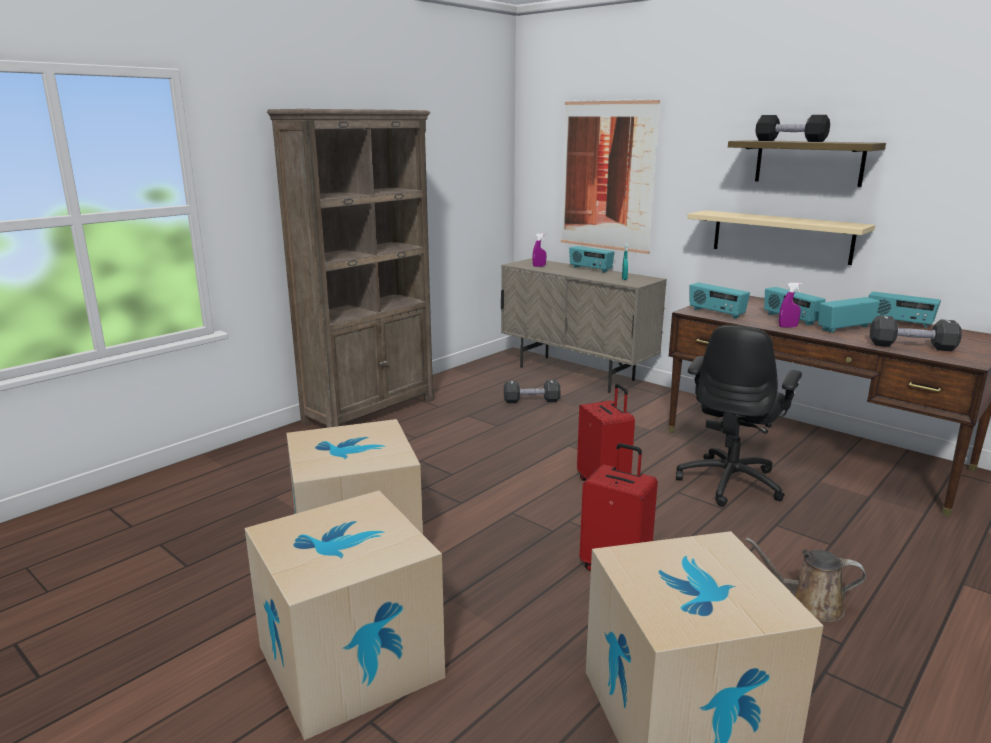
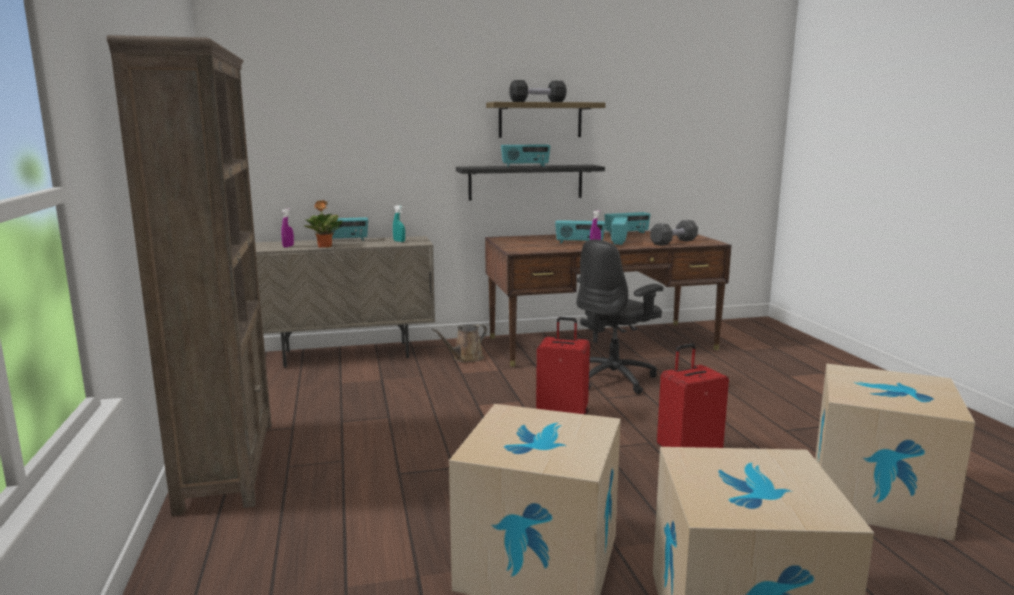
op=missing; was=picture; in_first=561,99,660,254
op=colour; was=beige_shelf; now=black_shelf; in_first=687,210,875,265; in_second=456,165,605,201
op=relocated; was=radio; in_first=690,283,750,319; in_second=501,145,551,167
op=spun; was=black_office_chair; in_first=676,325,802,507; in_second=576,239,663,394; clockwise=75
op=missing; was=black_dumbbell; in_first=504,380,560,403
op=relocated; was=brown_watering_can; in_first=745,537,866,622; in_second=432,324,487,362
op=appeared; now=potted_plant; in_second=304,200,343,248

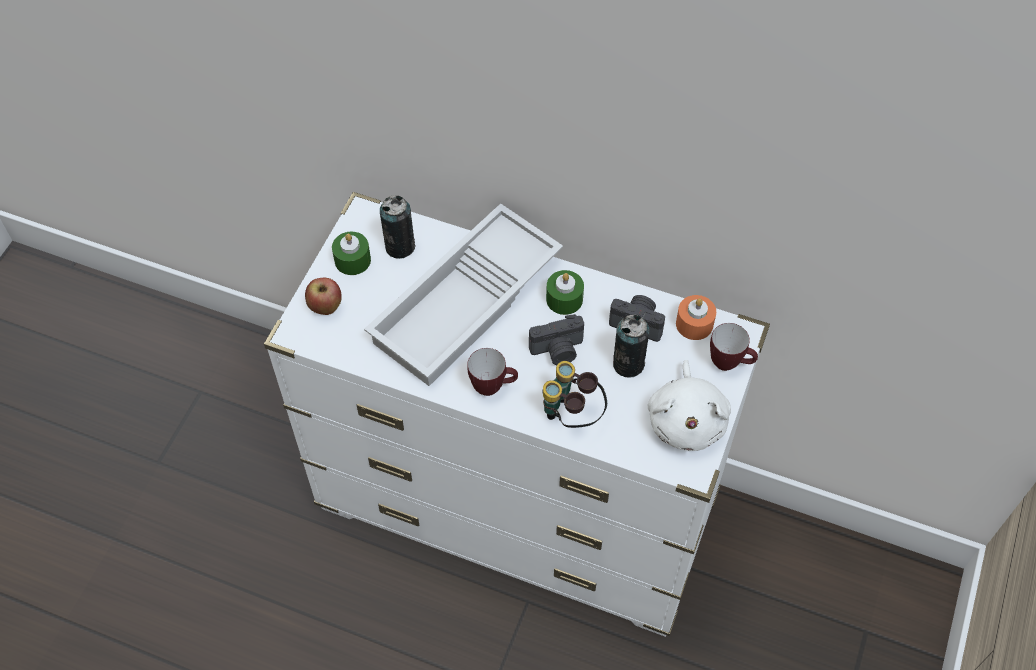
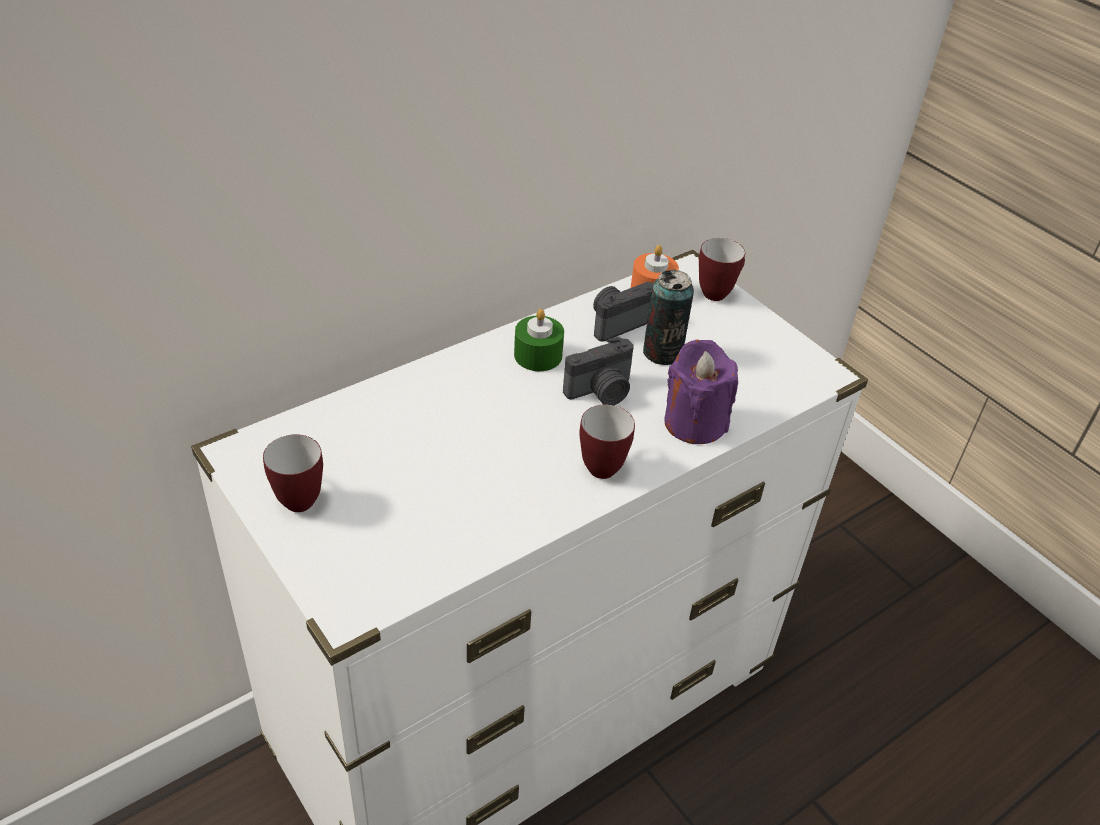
op=missing; was=can; in_first=380,195,415,259
op=missing; was=white_tray; in_first=364,203,563,386
op=exchanged; was=green_candle; now=mug; in_first=332,232,371,275; in_second=263,434,323,512
op=missing; was=apple; in_first=305,278,342,315
op=spun; was=photo_camera; in_first=529,314,584,365; in_second=563,337,634,405; clockwise=45
op=missing; was=white_plush_toy; in_first=648,360,731,451
op=exchanged; was=binoculars; now=purple_candle; in_first=543,361,607,428; in_second=664,340,738,444

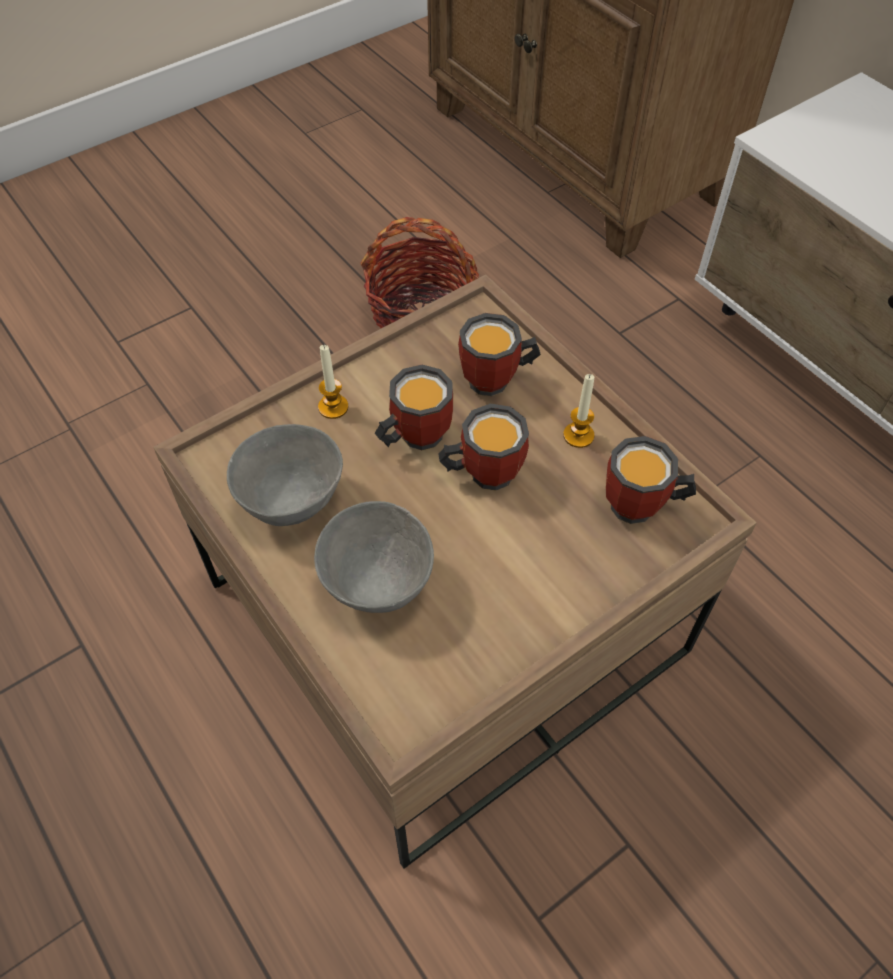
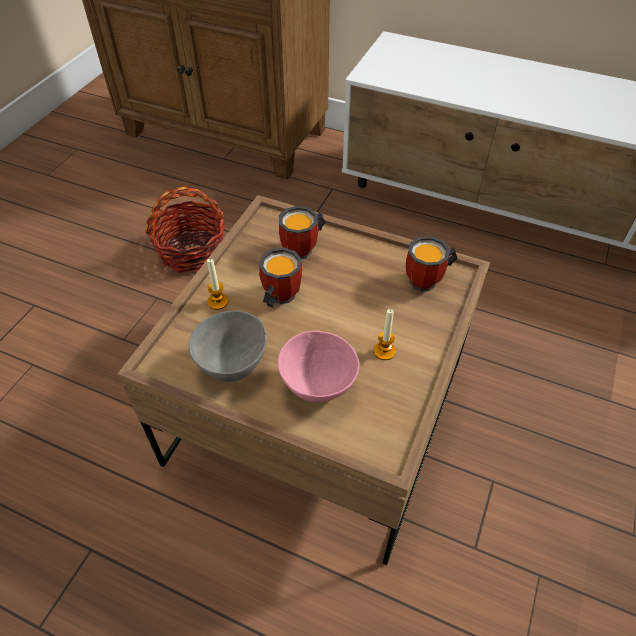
op=relocated; was=candle; in_first=563,374,594,448; in_second=374,309,396,360
op=missing; was=mug; in_first=438,404,529,491
op=colour; was=grey_bowl; now=pink_bowl; in_first=314,501,434,613; in_second=278,331,359,402

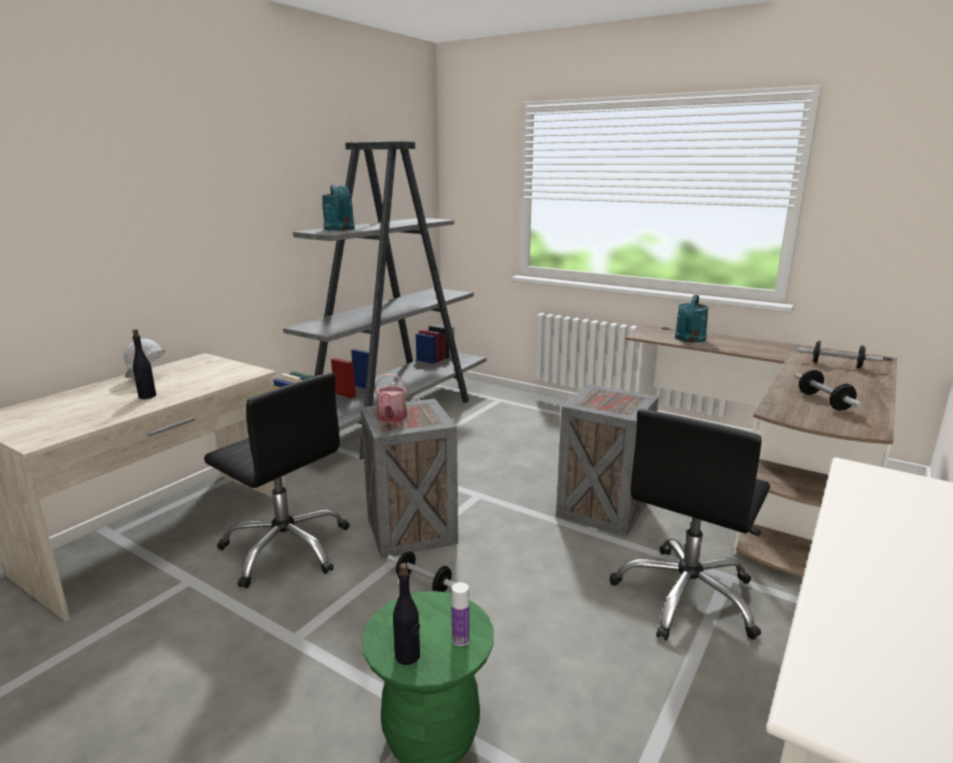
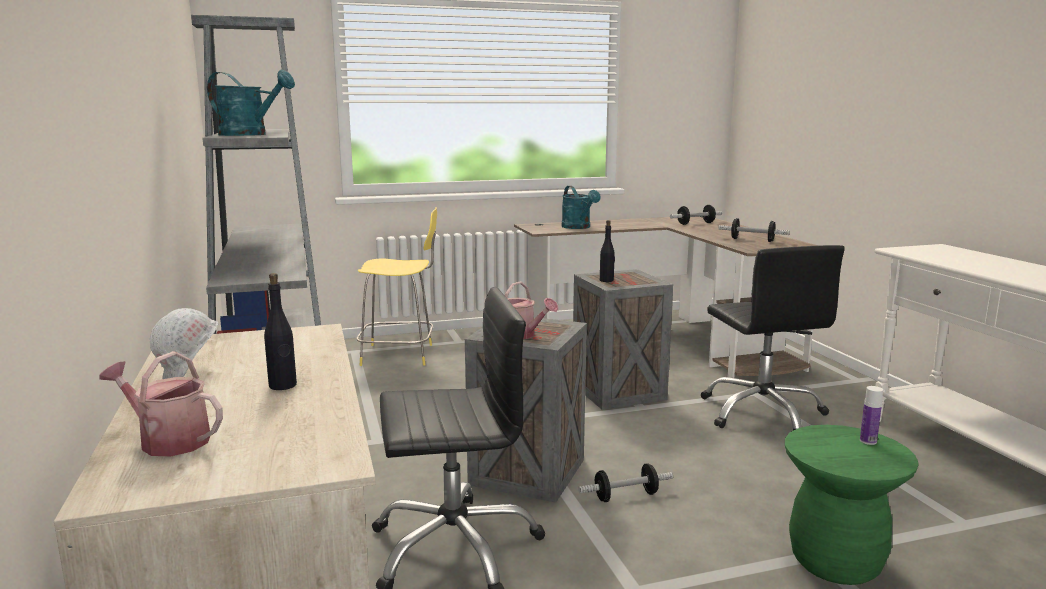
op=relocated; was=black_bottle; in_first=393,563,420,665; in_second=600,220,615,282
op=appeared; now=yellow_stool; in_second=356,207,437,366
op=appeared; now=watering_can; in_second=99,351,223,456

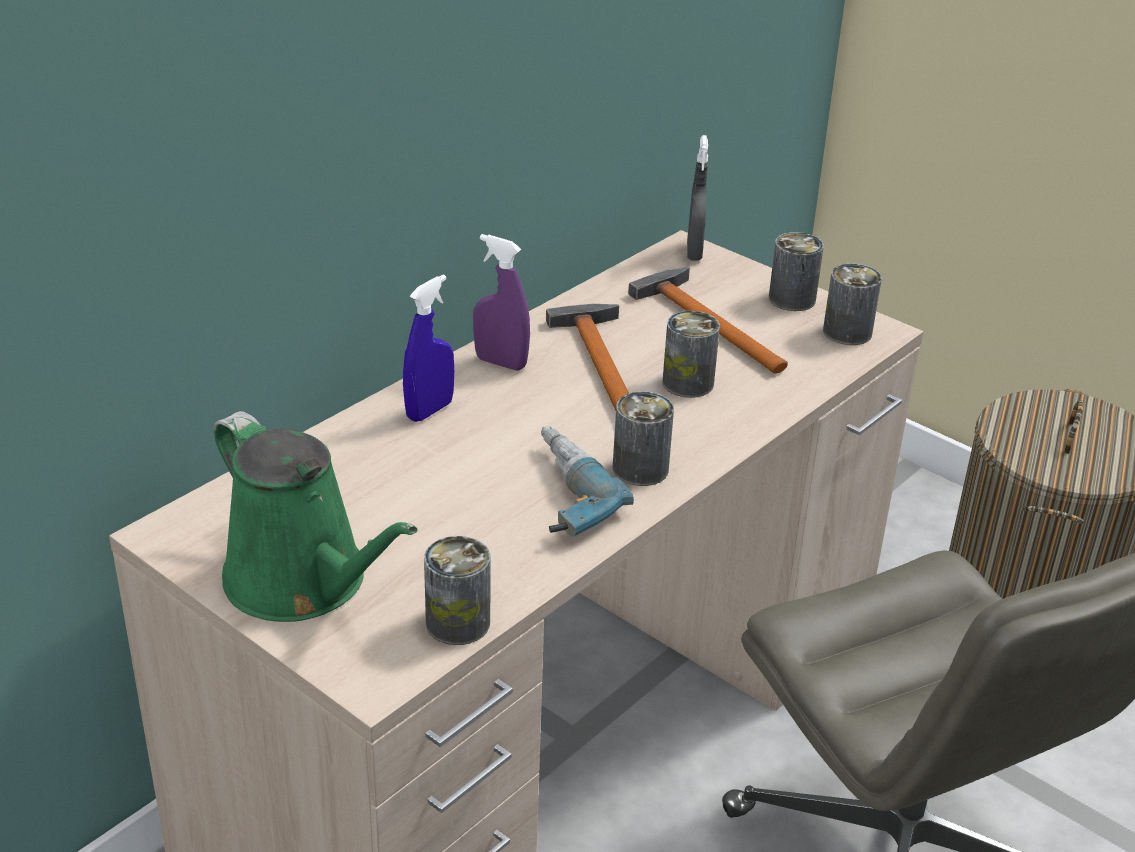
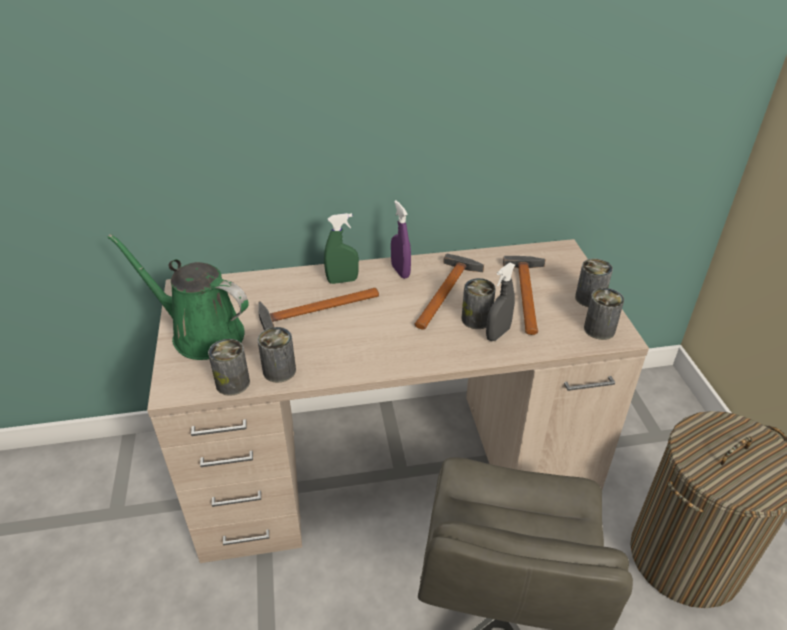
op=relocated; was=grey_spray_bottle; in_first=687,135,708,261; in_second=486,263,515,341
op=colour; was=blue_spray_bottle; now=green_spray_bottle; in_first=403,274,454,422; in_second=324,213,359,284
op=relocated; was=can; in_first=613,391,674,486; in_second=258,327,296,383
op=spun; was=green_watering_can; in_first=214,411,417,622; in_second=108,234,249,360; clockwise=120
op=missing; was=power_drill; in_first=541,426,634,537
op=appeared; now=hammer; in_second=258,288,379,330

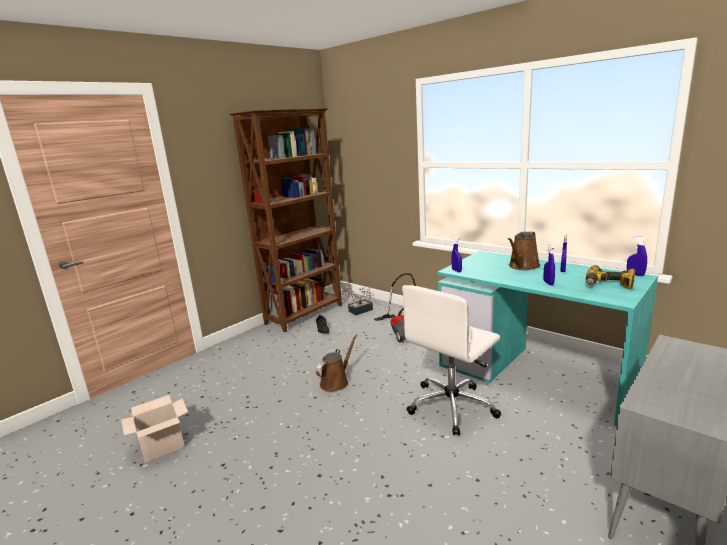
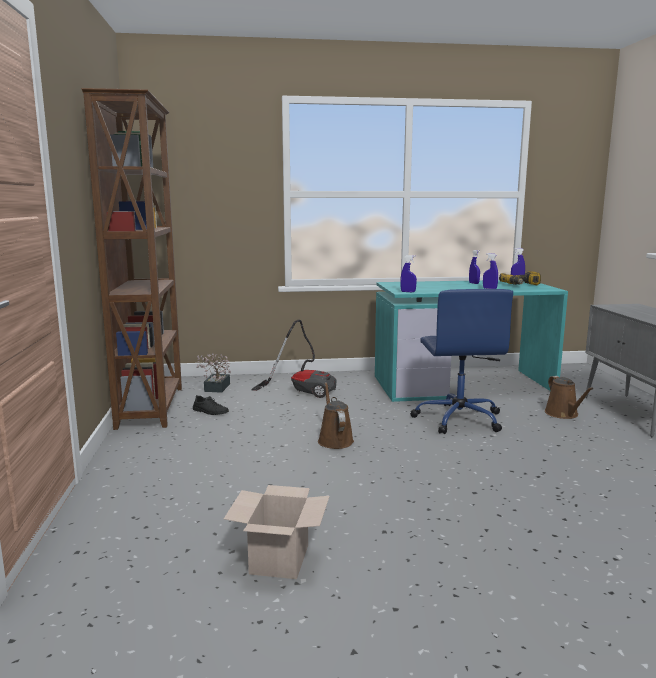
op=relocated; was=brown_watering_can; in_first=508,231,540,270; in_second=545,376,594,419
op=colour; was=white_office_chair; now=blue_office_chair; in_first=402,285,501,436; in_second=410,289,513,434

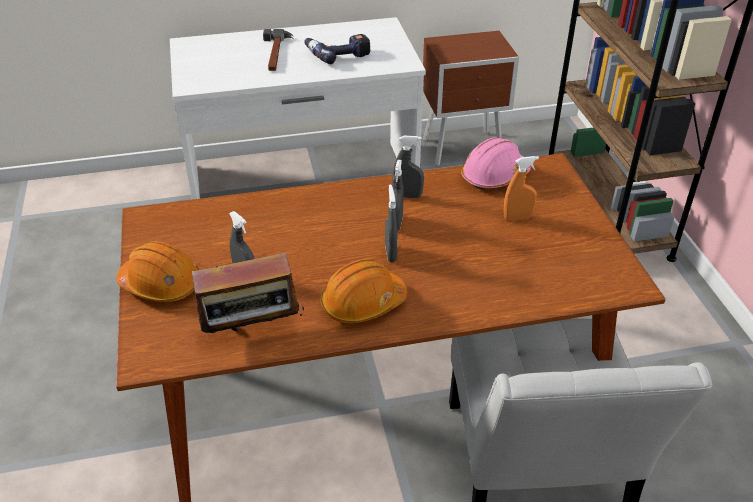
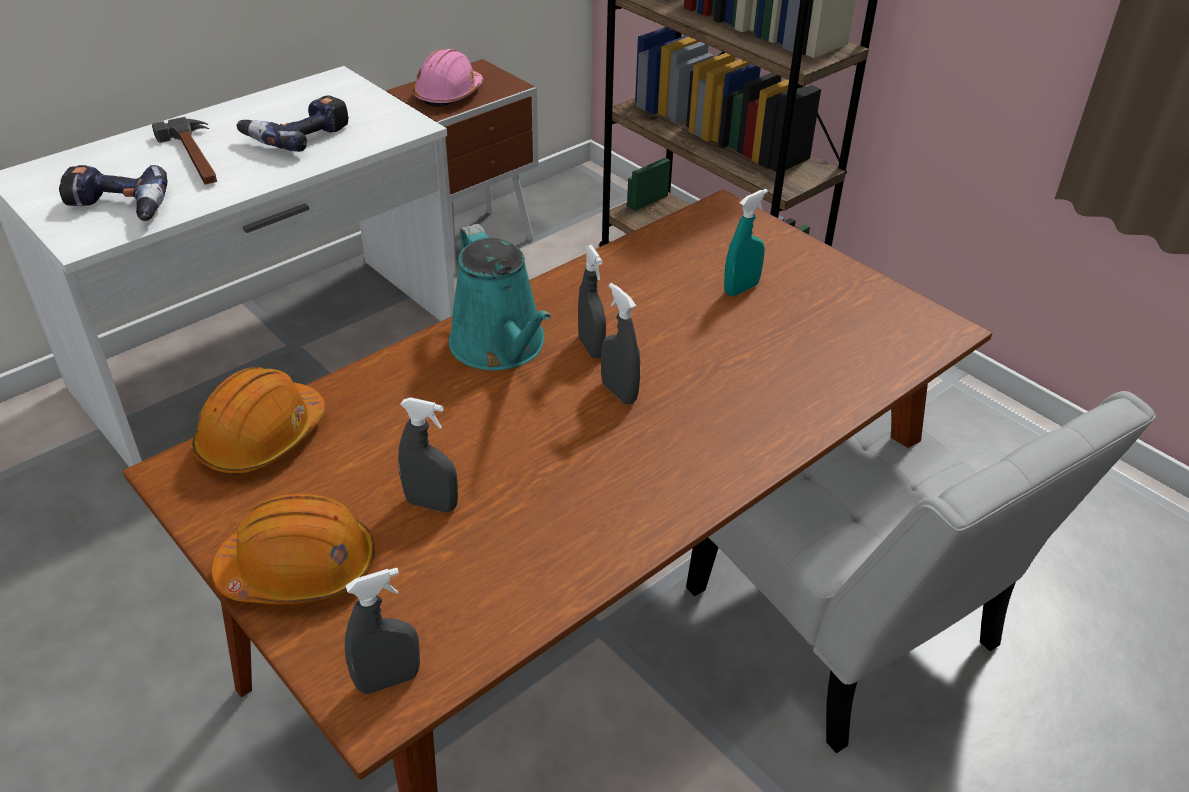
op=relocated; was=grey_spray_bottle; in_first=392,136,424,198; in_second=345,568,420,694
op=relocated; was=pink_hard_hat; in_first=461,137,531,189; in_second=413,49,483,107
op=colour; was=orange_spray_bottle; now=turquoise_spray_bottle; in_first=504,156,539,221; in_second=724,189,768,296
op=missing; was=radio; in_first=184,253,305,341
op=relocated; was=orange_hard_hat; in_first=321,259,407,323; in_second=192,367,326,475
op=appeared; now=power_drill; in_second=59,165,168,221
op=appeared; now=turquoise_watering_can; in_second=449,224,551,370

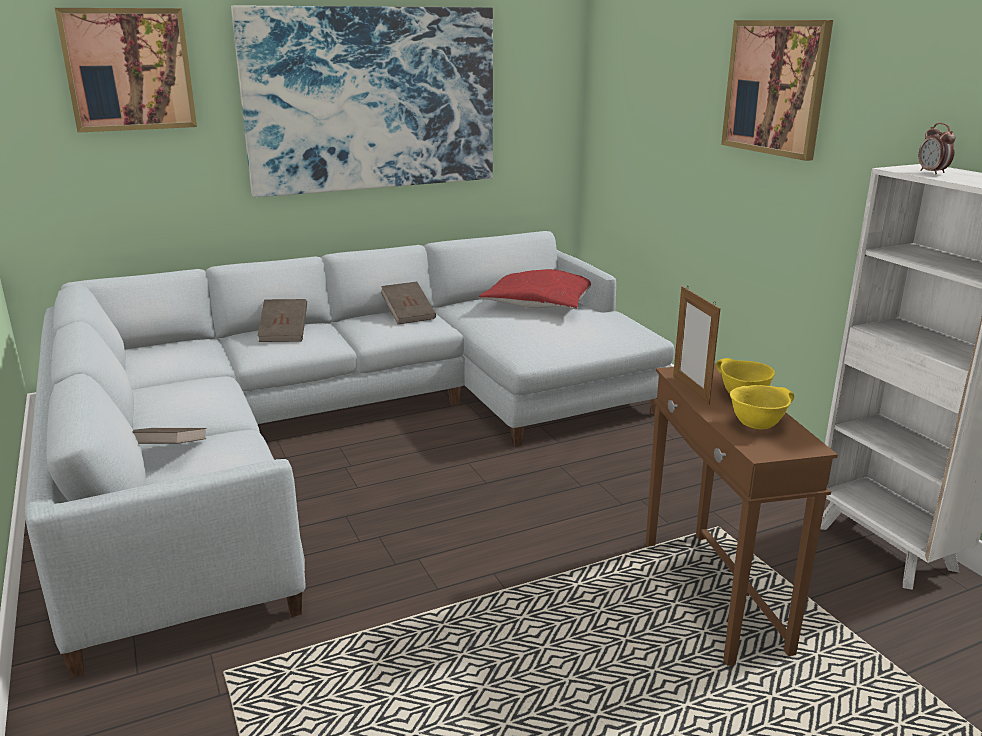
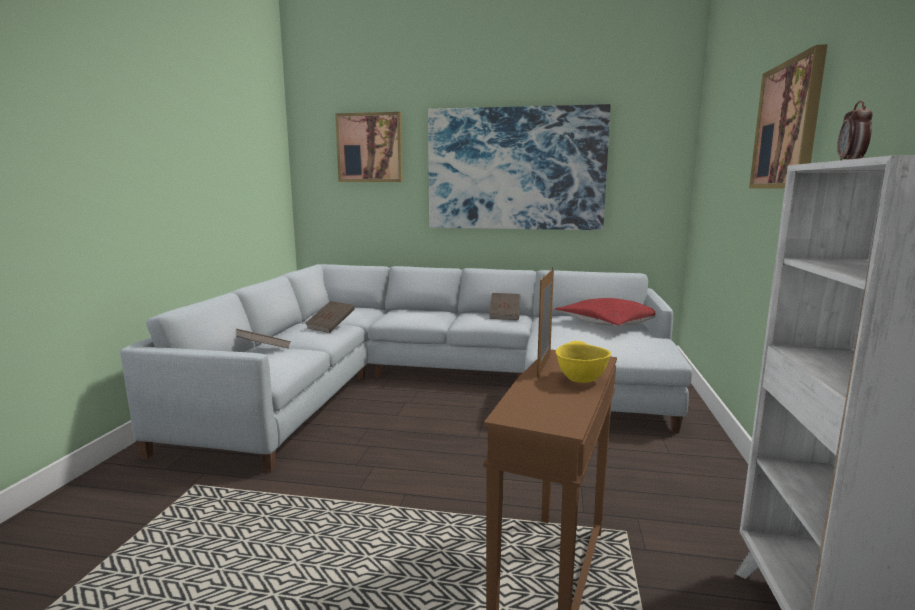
op=relocated; was=brown_book; in_first=258,299,307,342; in_second=305,301,355,333
op=missing; was=yellow_bowl; in_first=730,385,794,430

